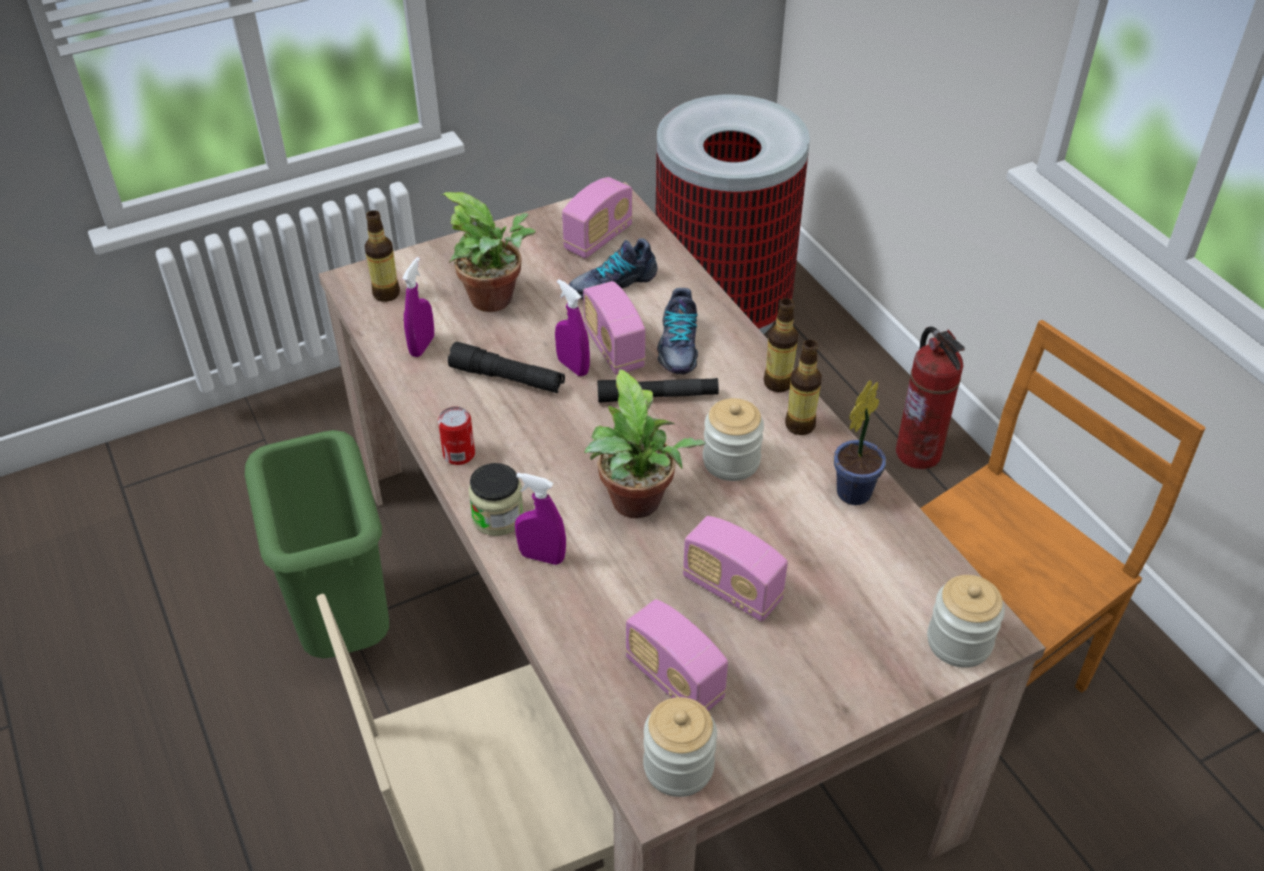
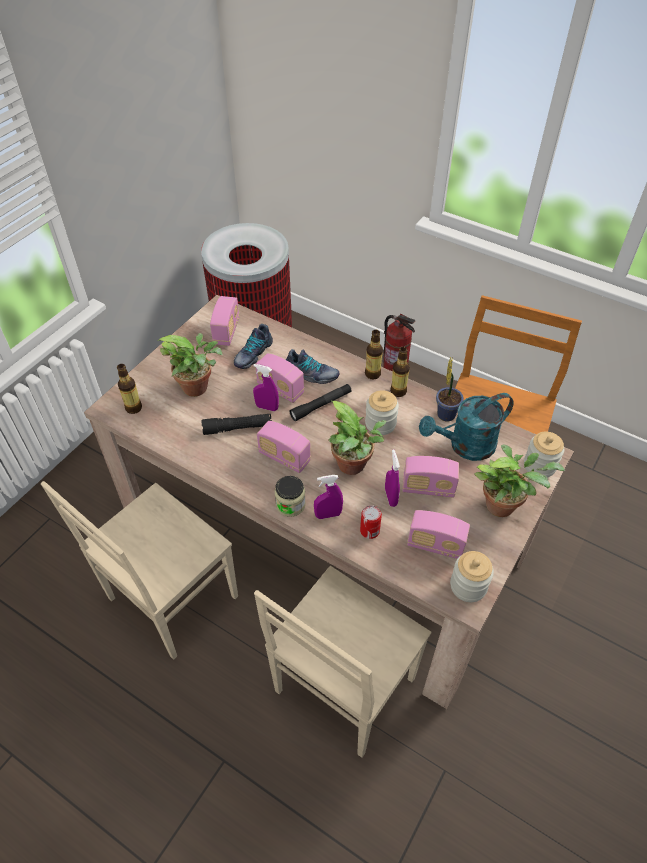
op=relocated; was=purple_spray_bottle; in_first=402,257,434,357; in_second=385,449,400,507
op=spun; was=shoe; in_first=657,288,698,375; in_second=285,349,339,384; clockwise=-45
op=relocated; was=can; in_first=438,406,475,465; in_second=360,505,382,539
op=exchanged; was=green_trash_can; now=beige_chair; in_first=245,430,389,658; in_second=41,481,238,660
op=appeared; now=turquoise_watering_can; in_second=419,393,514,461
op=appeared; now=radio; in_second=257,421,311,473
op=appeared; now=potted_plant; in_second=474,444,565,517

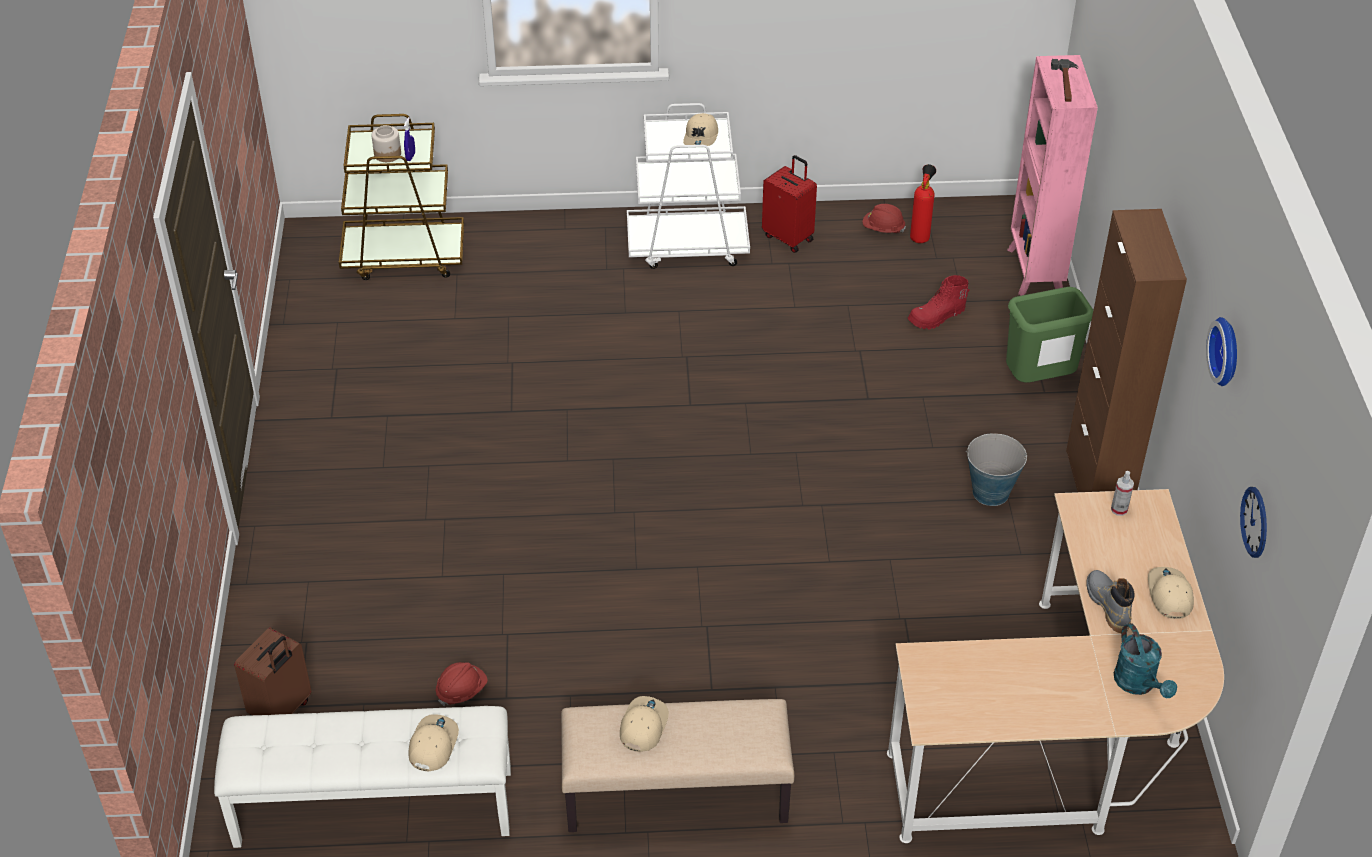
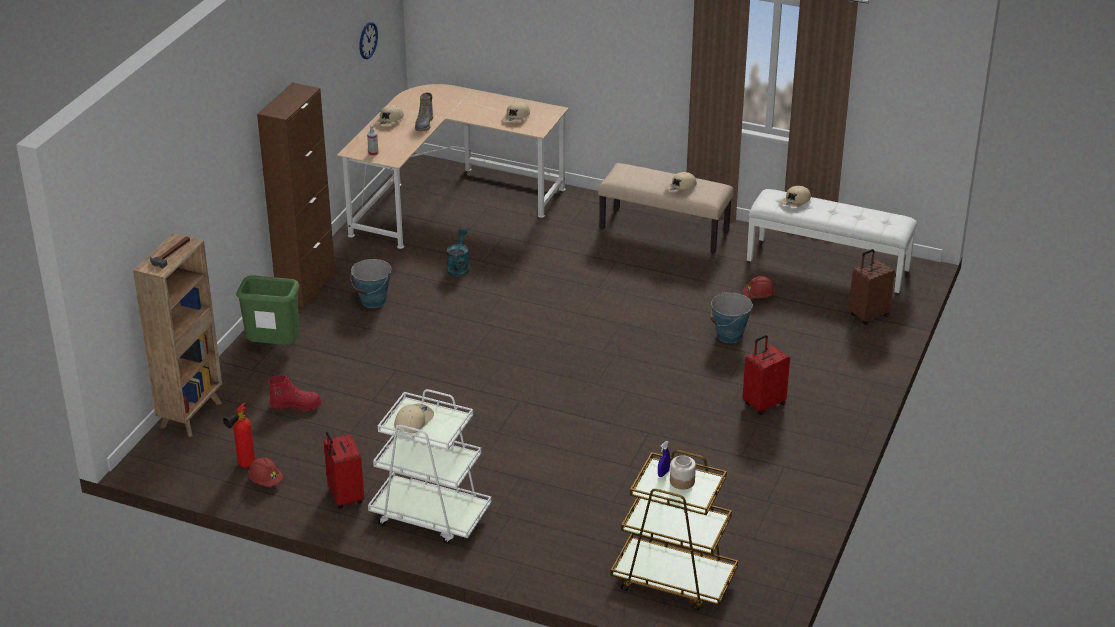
op=colour; was=pink_bookcase; now=brown_bookcase; in_first=1007,55,1098,296; in_second=133,233,222,437
op=missing; was=wall_clock; in_first=1206,317,1237,386
op=relocated; was=turquoise_watering_can; in_first=1114,623,1177,698; in_second=447,228,469,277
op=appeared; now=beige_cap; in_second=502,102,530,122
op=appeared; now=bucket; in_second=711,292,753,343
op=appeared; now=red_suitcase; in_second=742,335,790,415

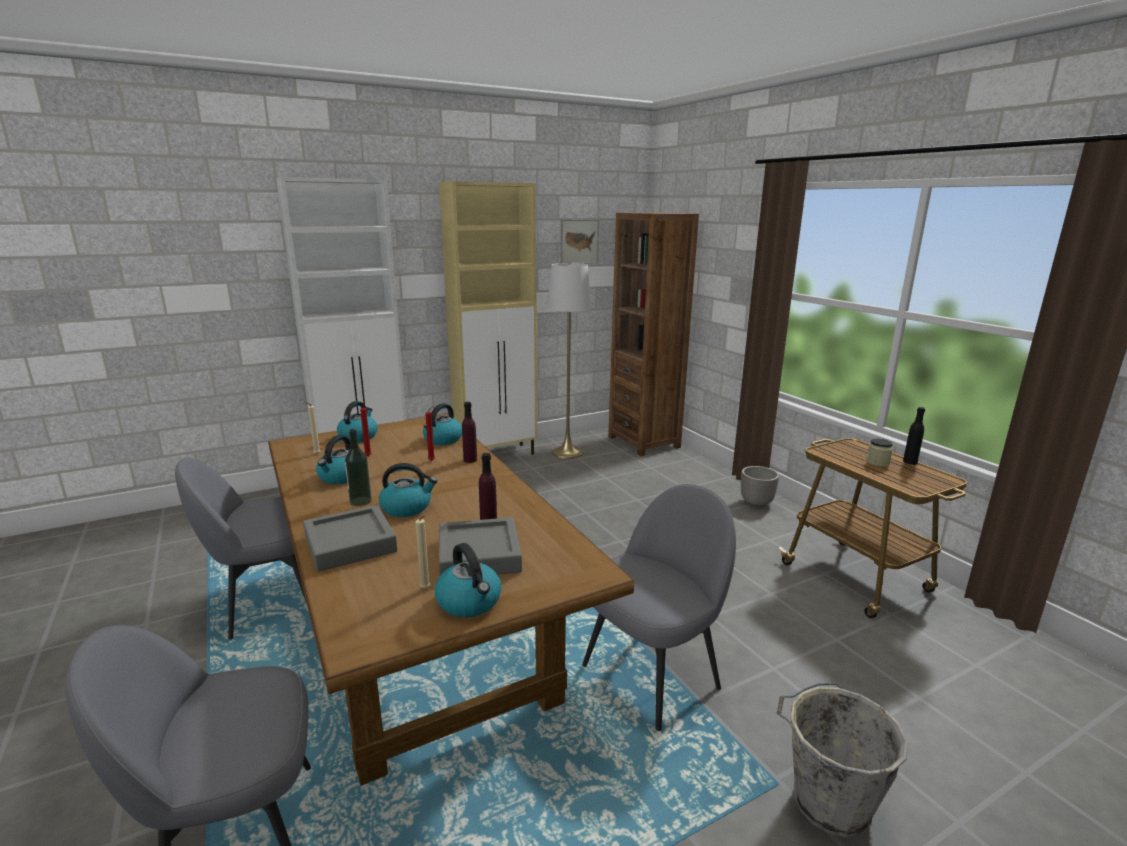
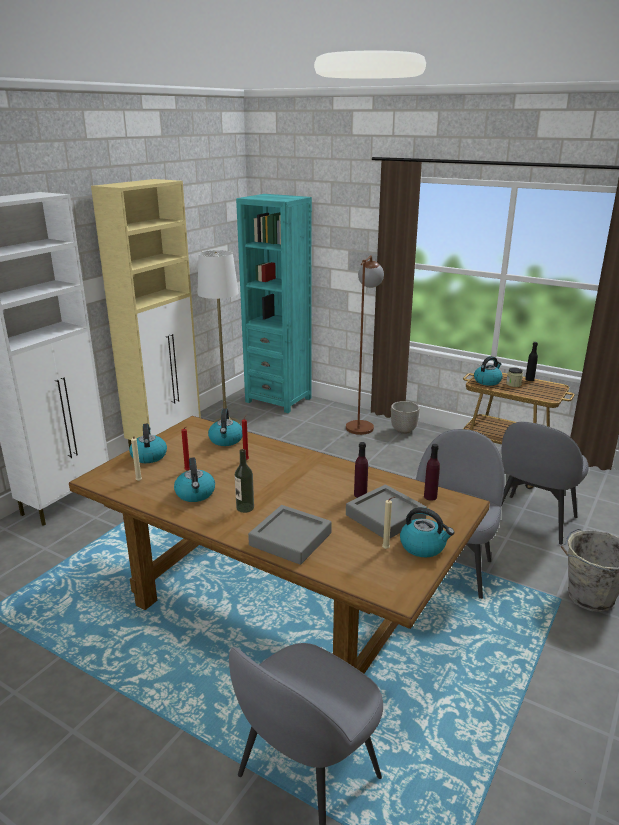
op=colour; was=brown_bookcase; now=turquoise_bookcase; in_first=608,213,699,456; in_second=236,194,312,413
op=missing; was=picture; in_first=561,219,599,264
op=relocated; was=purple_bottle; in_first=462,402,477,463; in_second=424,444,440,501
op=relocated; was=grey_chair; in_first=175,458,307,639; in_second=501,422,589,545
op=relocated; was=kettle; in_first=379,463,437,517; in_second=474,356,503,386
op=appeared; now=brown_floor_lamp; in_second=346,255,384,435

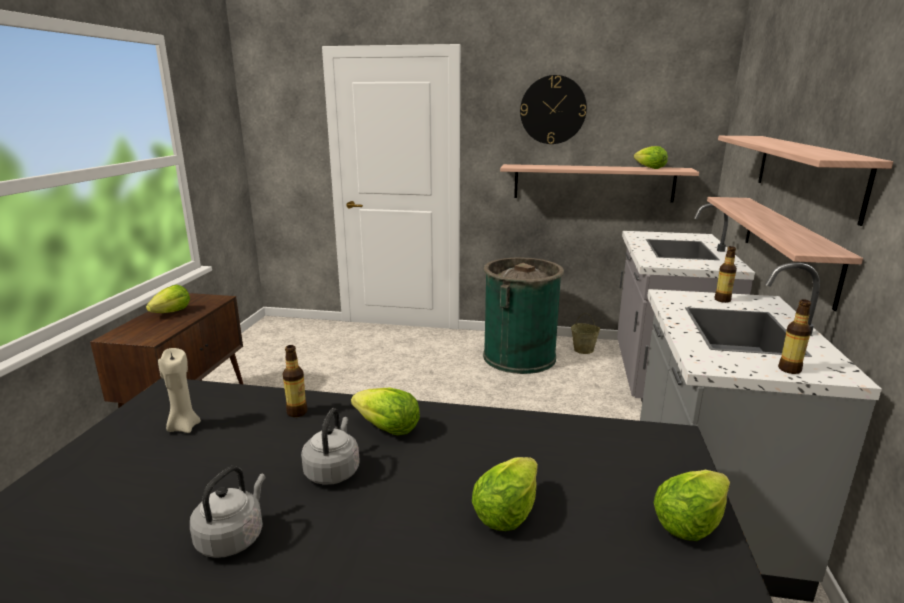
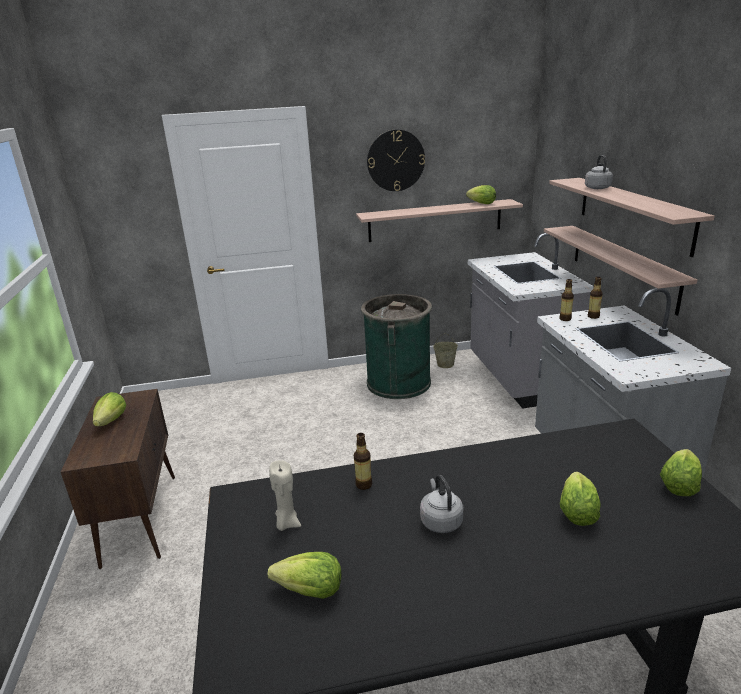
op=relocated; was=bottle; in_first=778,300,811,374; in_second=559,279,574,321
op=relocated; was=lettuce; in_first=351,388,420,435; in_second=268,552,342,599
op=relocated; was=grey_kettle; in_first=190,466,266,558; in_second=585,155,613,189

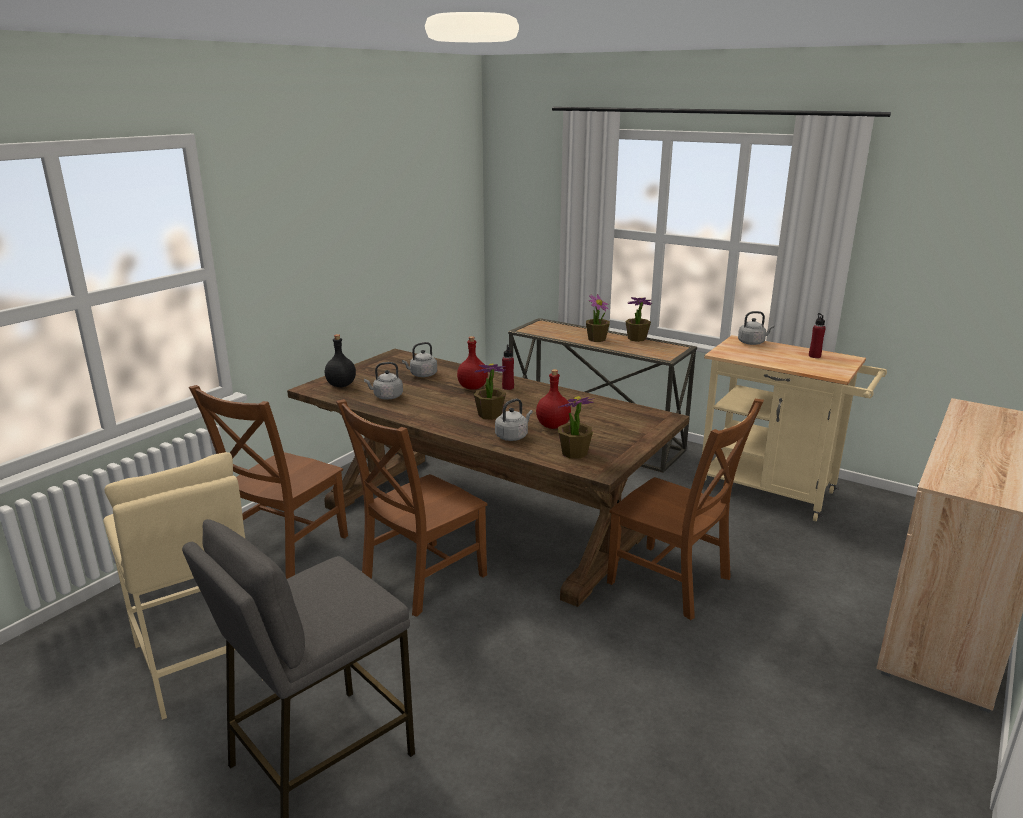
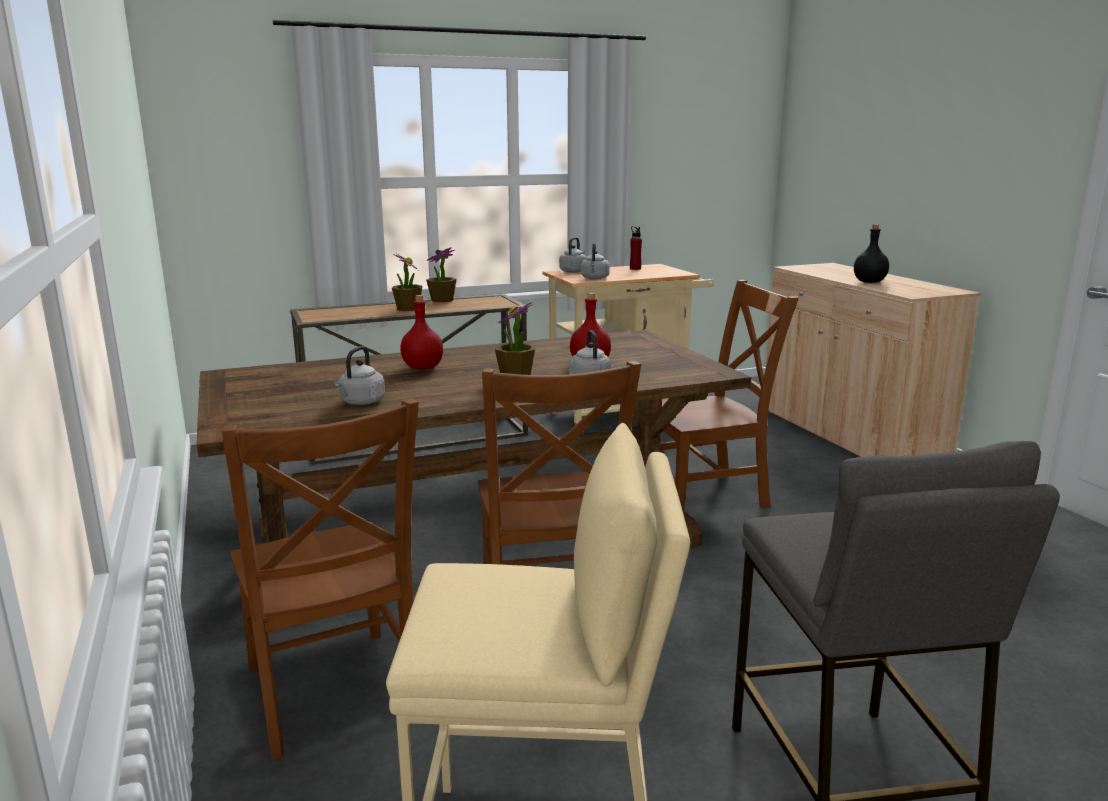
op=relocated; was=black_bottle; in_first=325,334,356,387; in_second=854,224,889,283
op=relocated; was=grey_kettle; in_first=402,342,437,377; in_second=581,242,610,280
op=missing; was=red_bottle; in_first=502,344,514,390
op=missing; was=potted_plant; in_first=558,396,595,459

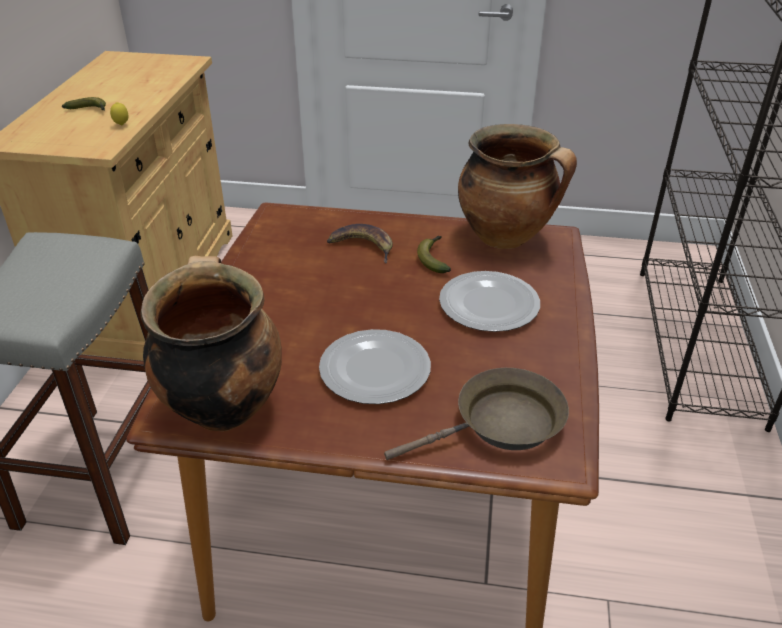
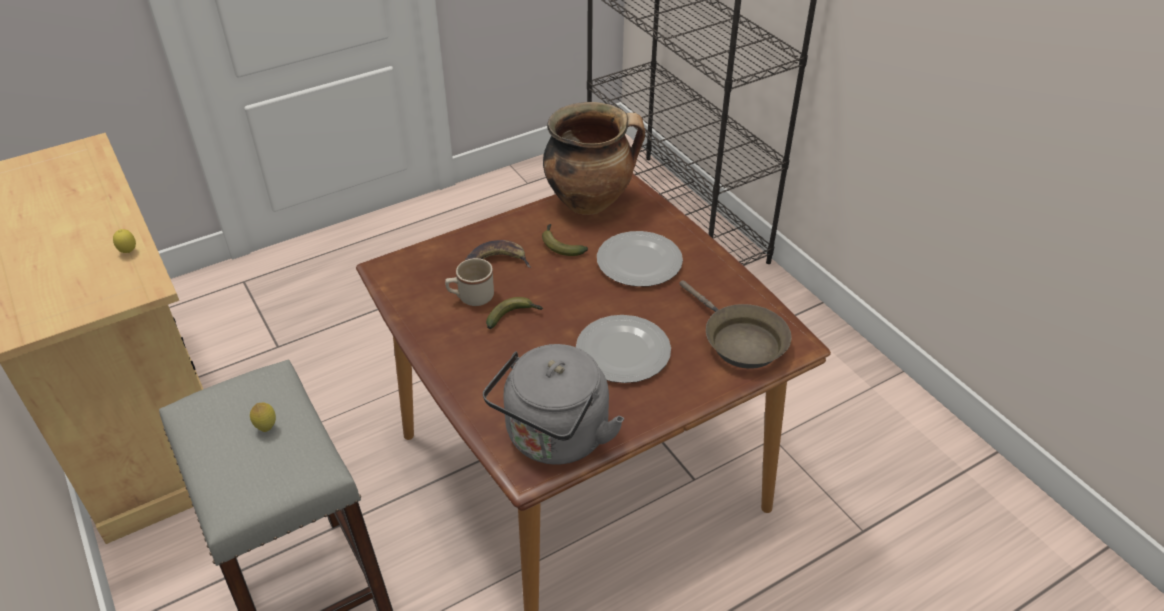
op=relocated; was=banana; in_first=62,97,106,110; in_second=486,297,543,329
op=exchanged; was=cooking_pot; now=grey_kettle; in_first=140,256,282,431; in_second=483,344,624,465
op=spun; was=brown_frying_pan; in_first=384,368,569,460; in_second=679,280,792,369; clockwise=120
op=appeared; now=beige_mug; in_second=445,258,494,306
op=appeared; now=lemon; in_second=250,403,276,432

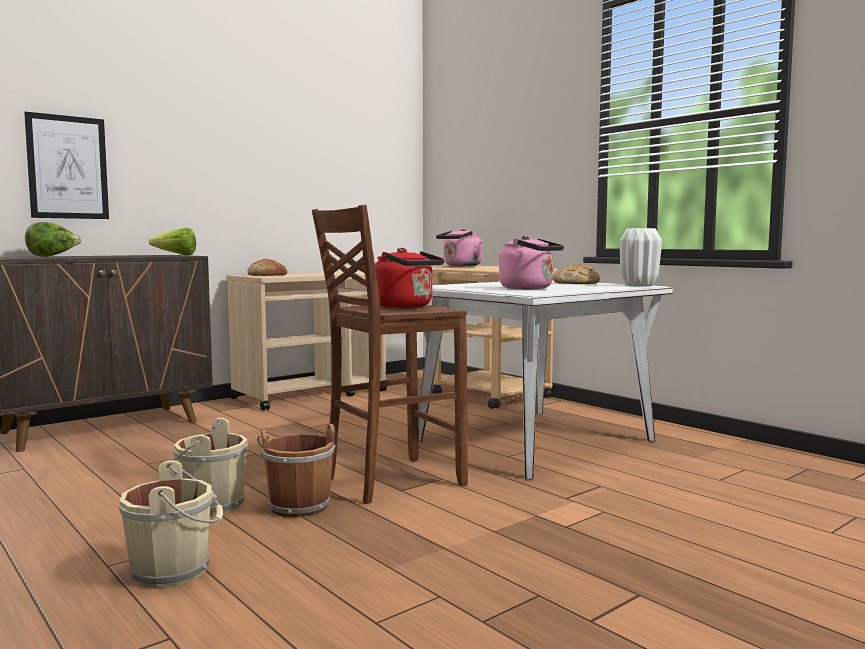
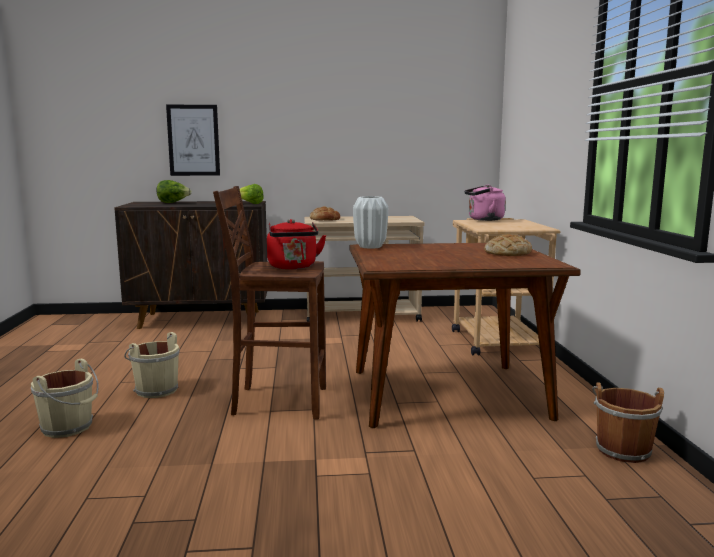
op=relocated; was=white_vase; in_first=620,228,662,287; in_second=353,196,388,249
op=missing; was=pink_kettle; in_first=499,235,564,289
op=colour; was=white_dining_table; now=brown_dining_table; in_first=418,280,673,479; in_second=349,243,581,428
op=relocated; was=brown_bucket; in_first=257,424,336,517; in_second=592,383,664,463

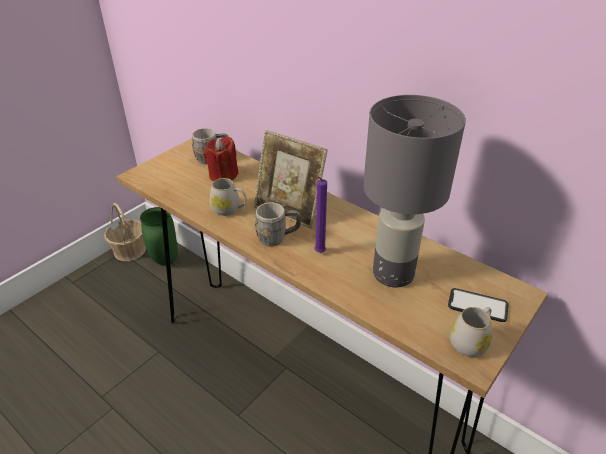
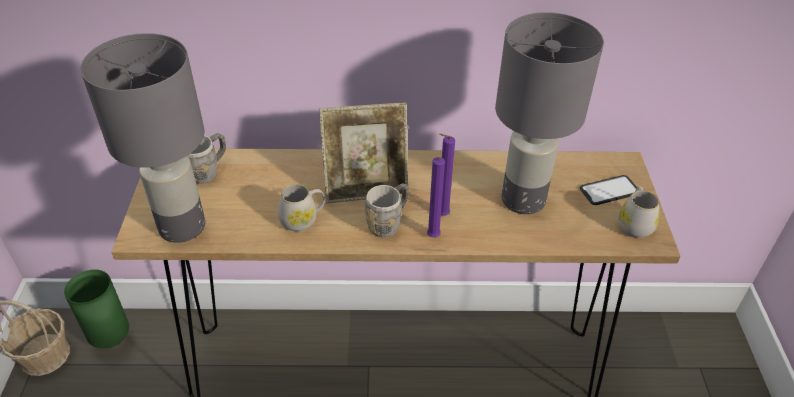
op=missing; was=red_candle; in_first=204,136,238,181
op=appeared; now=grey_table_lamp; in_second=80,33,205,243
op=appeared; now=purple_candle; in_second=427,157,445,237

